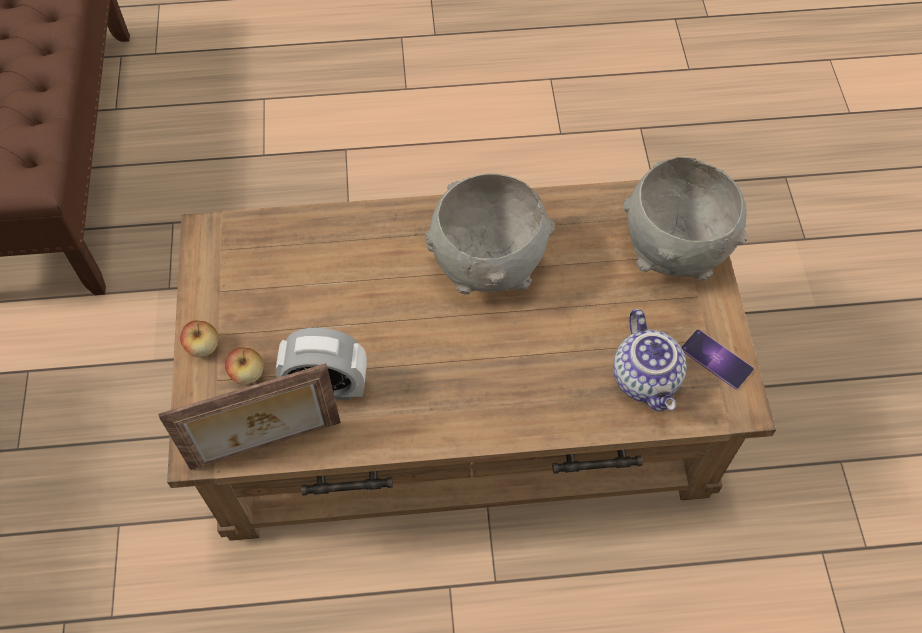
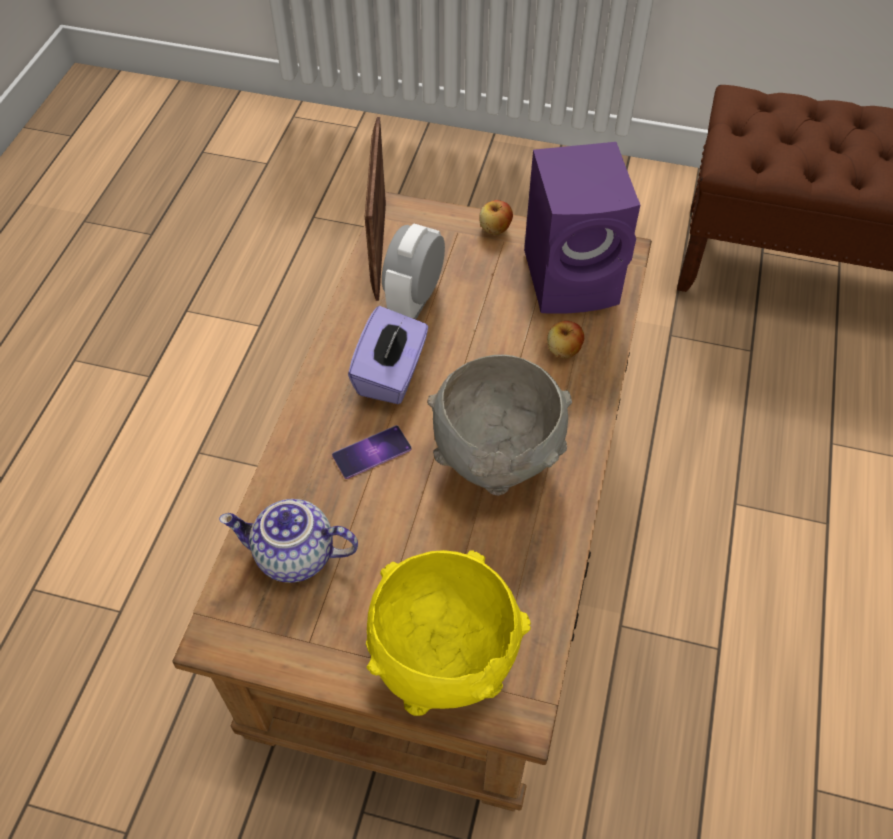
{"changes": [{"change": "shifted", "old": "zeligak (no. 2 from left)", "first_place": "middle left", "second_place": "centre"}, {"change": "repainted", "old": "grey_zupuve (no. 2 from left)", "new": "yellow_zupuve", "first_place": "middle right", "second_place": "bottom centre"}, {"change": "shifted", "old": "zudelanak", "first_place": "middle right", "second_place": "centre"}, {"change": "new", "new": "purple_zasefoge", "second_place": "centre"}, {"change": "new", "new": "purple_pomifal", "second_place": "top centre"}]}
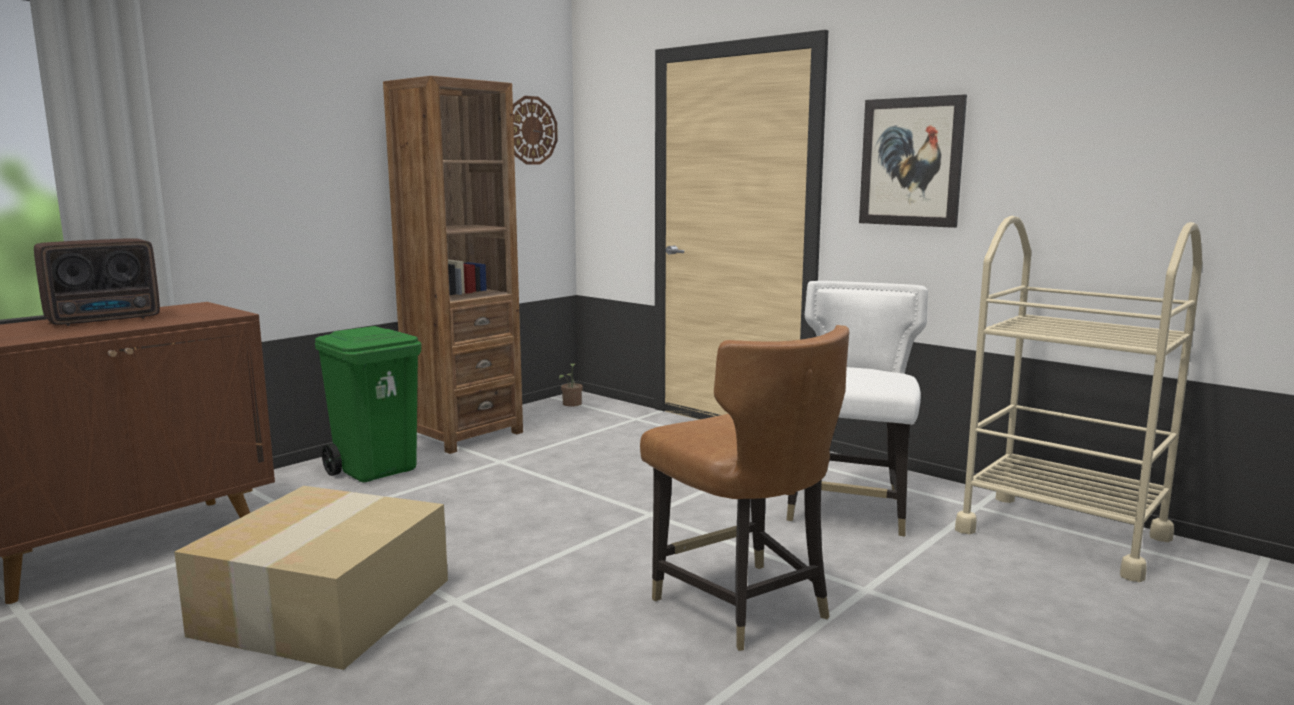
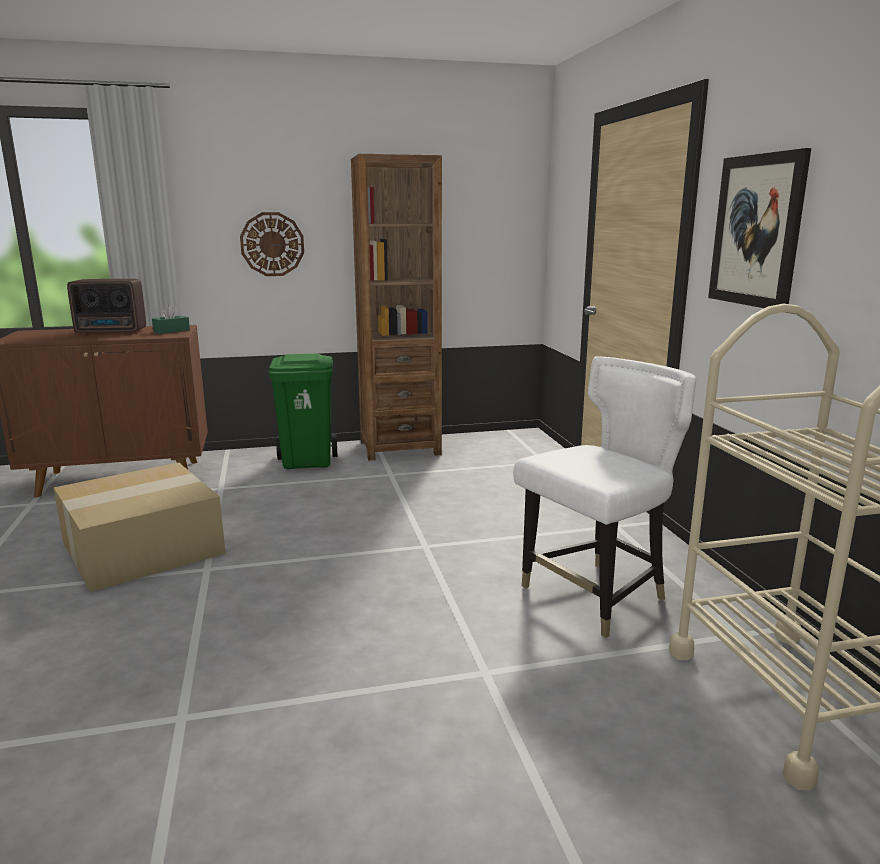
{"changes": [{"change": "shifted", "old": "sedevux", "first_place": "top centre", "second_place": "top left"}, {"change": "gone", "old": "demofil", "first_place": "centre"}, {"change": "gone", "old": "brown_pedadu", "first_place": "bottom centre"}, {"change": "new", "new": "green_zasefoge", "second_place": "middle left"}]}
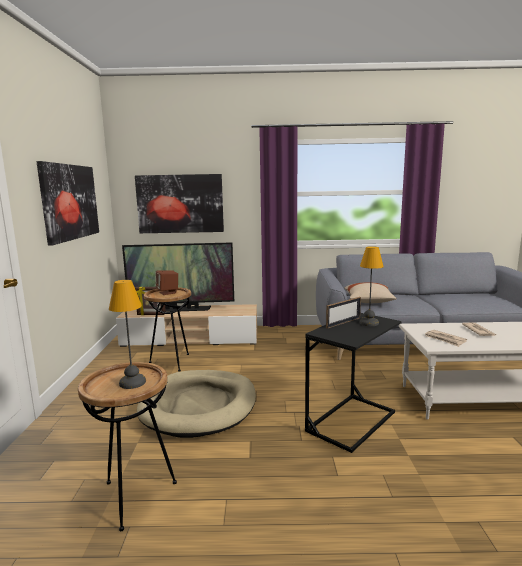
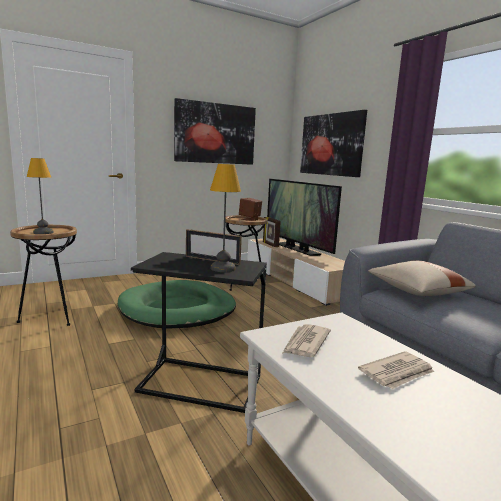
{"changes": [{"change": "repainted", "old": "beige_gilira", "new": "green_gilira", "first_place": "bottom centre", "second_place": "centre"}]}
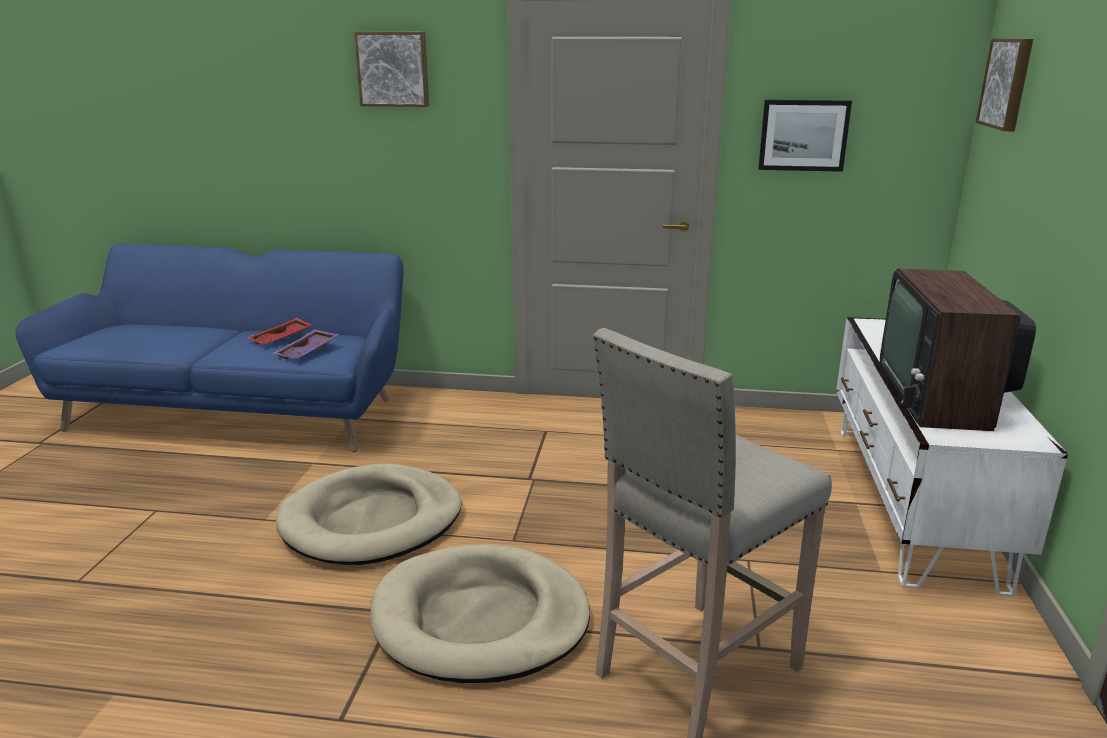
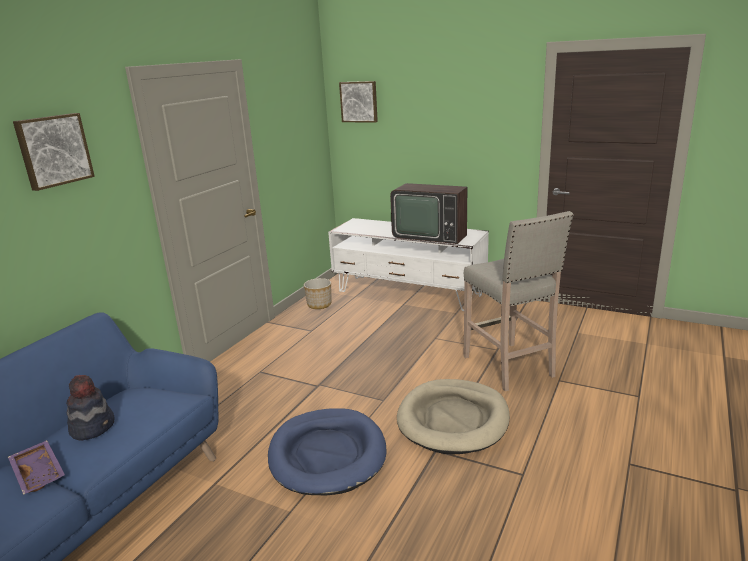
{"changes": [{"change": "swapped", "old": "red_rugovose", "new": "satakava", "first_place": "middle left", "second_place": "bottom left"}, {"change": "shifted", "old": "purple_rugovose", "first_place": "middle left", "second_place": "bottom left"}, {"change": "repainted", "old": "beige_gilira (no. 1 from left)", "new": "blue_gilira", "first_place": "bottom centre", "second_place": "bottom centre"}, {"change": "gone", "old": "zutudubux (no. 2 from left)", "first_place": "top right"}, {"change": "new", "new": "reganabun", "second_place": "centre"}]}
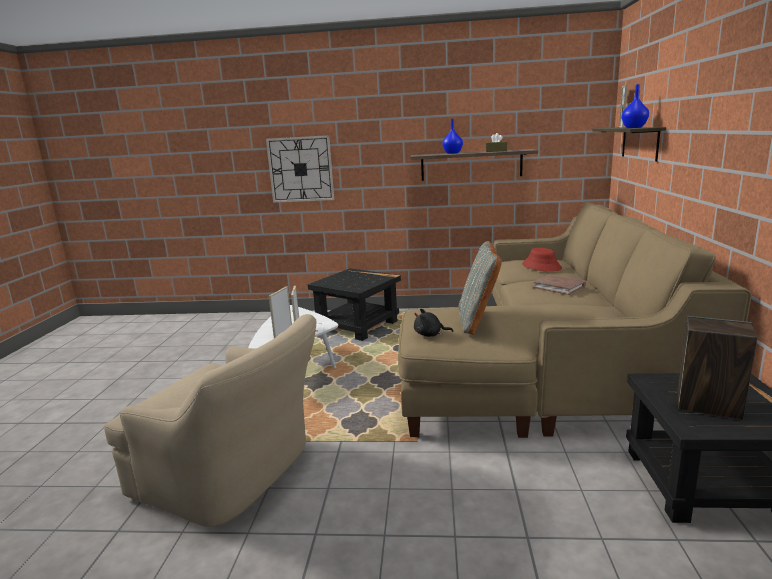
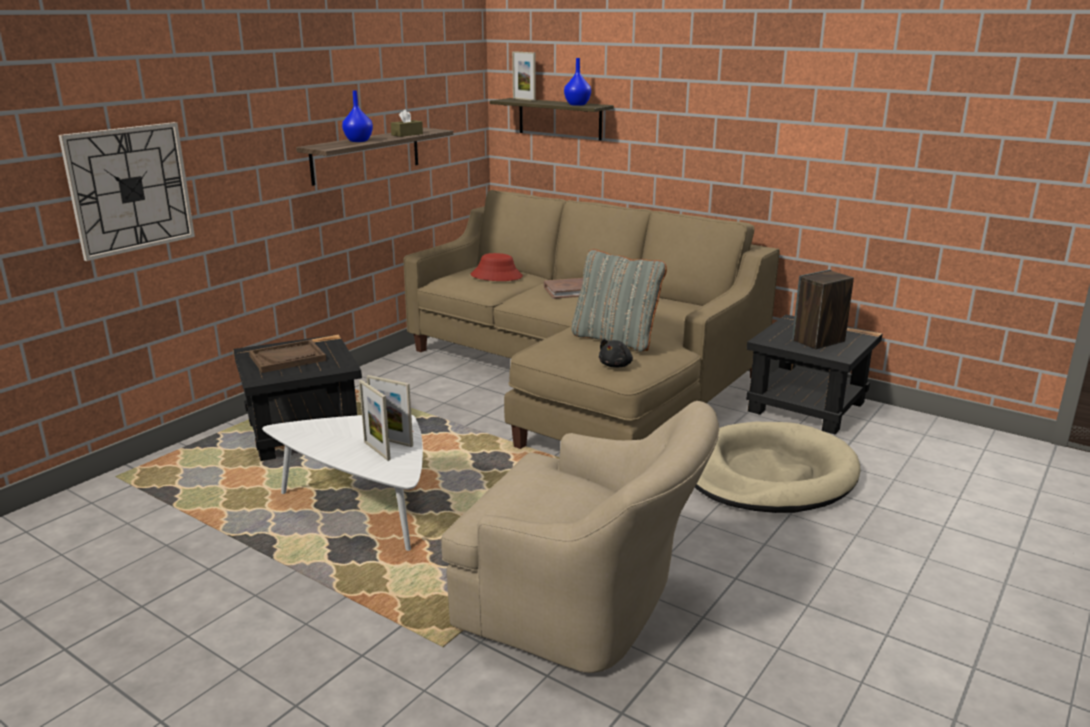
{"changes": [{"change": "rotated", "old": "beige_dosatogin", "first_place": "bottom left", "second_place": "bottom centre", "degrees": 60}, {"change": "new", "new": "brown_rugovose", "second_place": "middle left"}, {"change": "new", "new": "beige_gilira", "second_place": "middle right"}]}
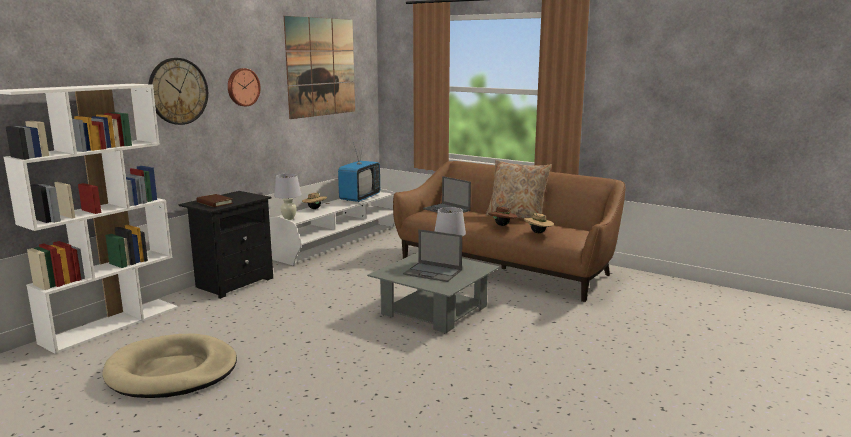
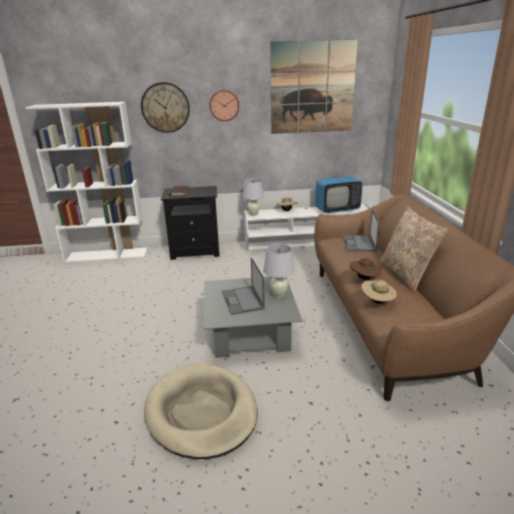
{"changes": [{"change": "shifted", "old": "beige_gilira", "first_place": "bottom left", "second_place": "bottom centre"}]}
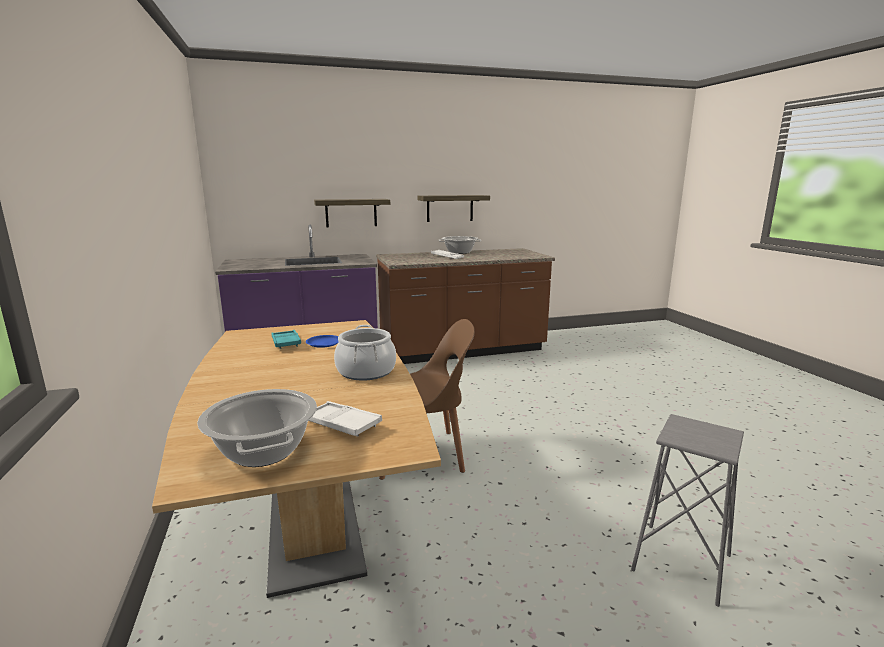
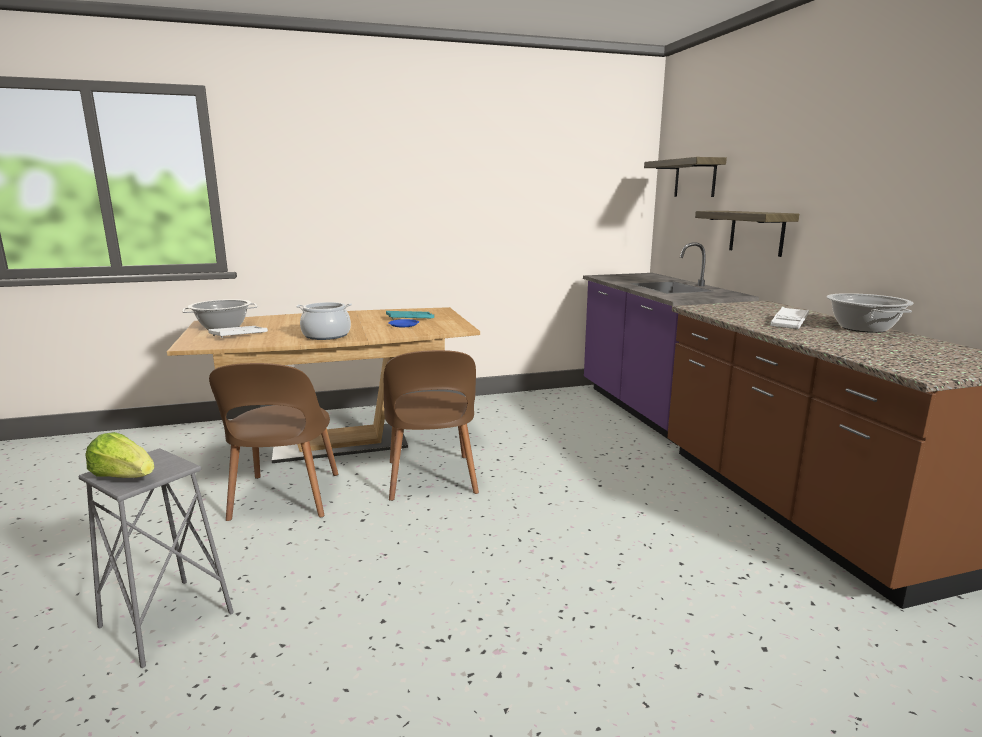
{"changes": [{"change": "shifted", "old": "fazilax (no. 2 from left in the first image)", "new": "fazilax (no. 1 from left)", "first_place": "top centre", "second_place": "top right"}, {"change": "new", "new": "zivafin", "second_place": "middle left"}, {"change": "new", "new": "brown_pedadu (no. 1 from left)", "second_place": "middle left"}]}
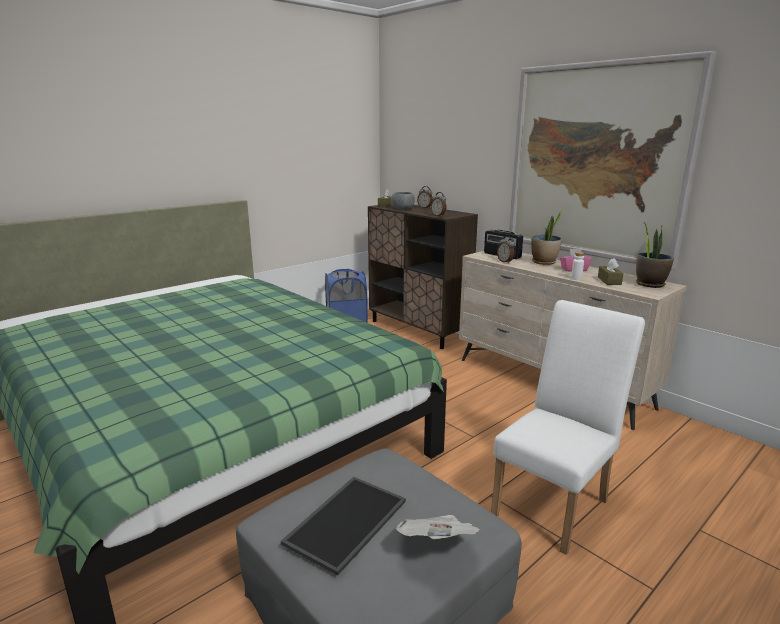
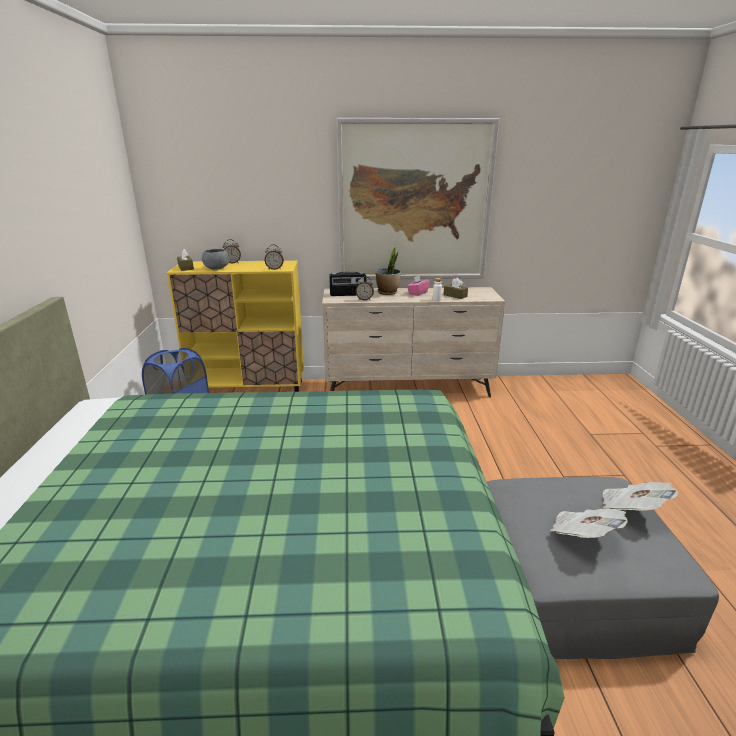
{"changes": [{"change": "swapped", "old": "rugovose", "new": "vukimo (no. 1 from left)", "first_place": "bottom centre", "second_place": "bottom right"}, {"change": "repainted", "old": "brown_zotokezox", "new": "yellow_zotokezox", "first_place": "centre", "second_place": "middle left"}, {"change": "gone", "old": "white_pedadu", "first_place": "bottom right"}, {"change": "gone", "old": "demofil (no. 2 from left)", "first_place": "middle right"}]}
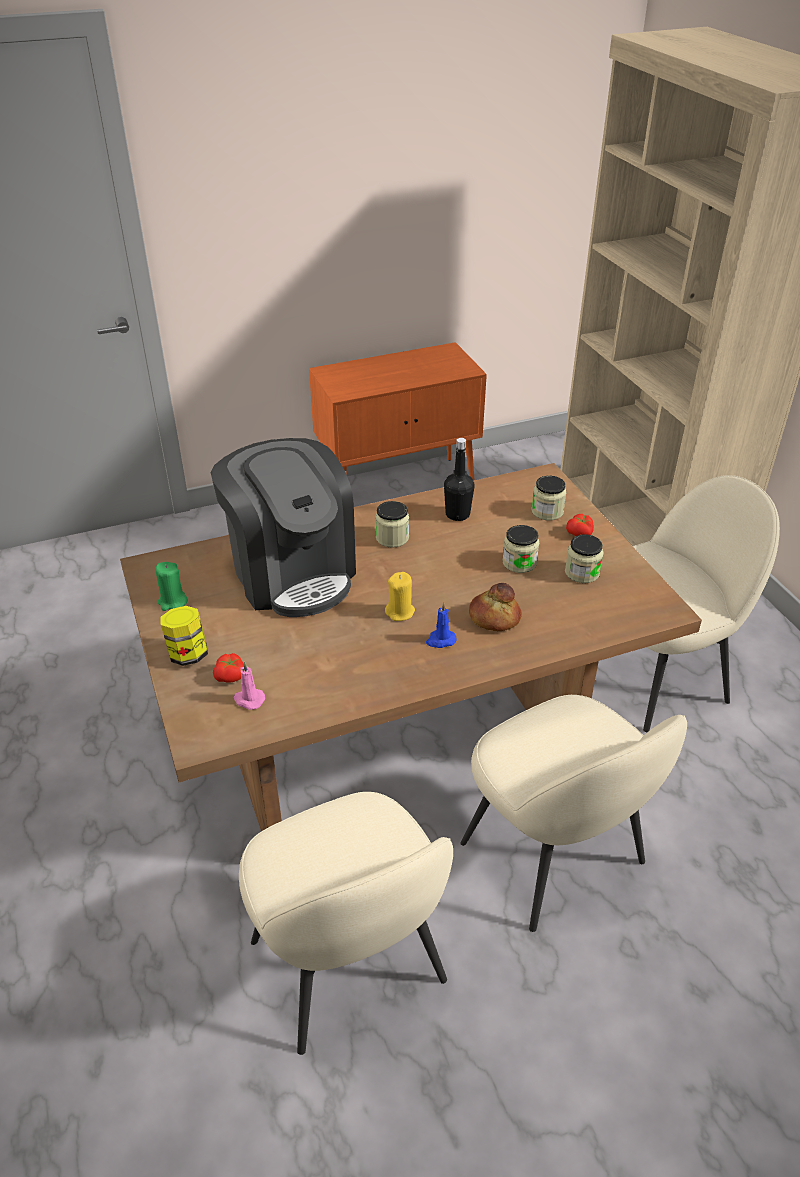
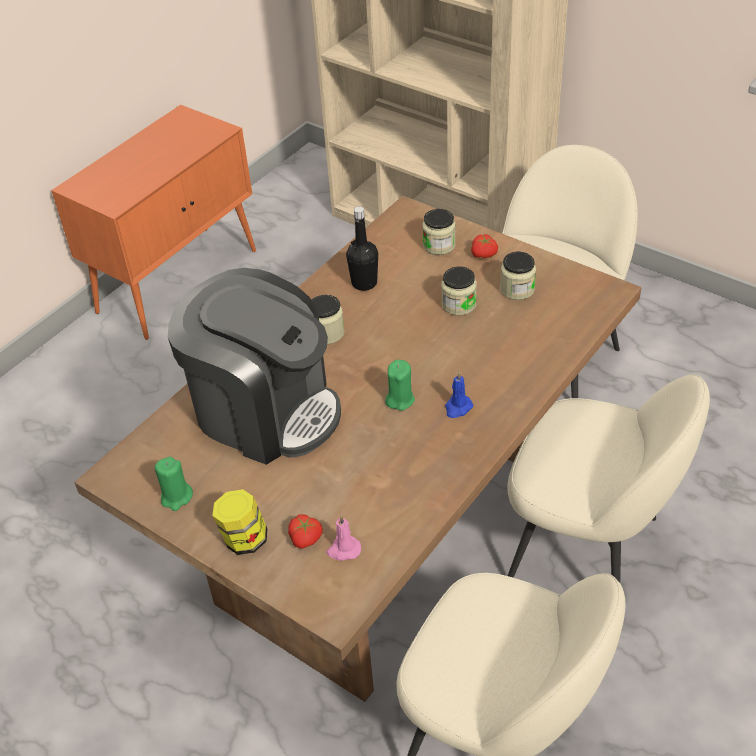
{"changes": [{"change": "repainted", "old": "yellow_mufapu", "new": "green_mufapu (no. 2 from left)", "first_place": "centre", "second_place": "centre"}, {"change": "gone", "old": "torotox", "first_place": "centre"}]}
